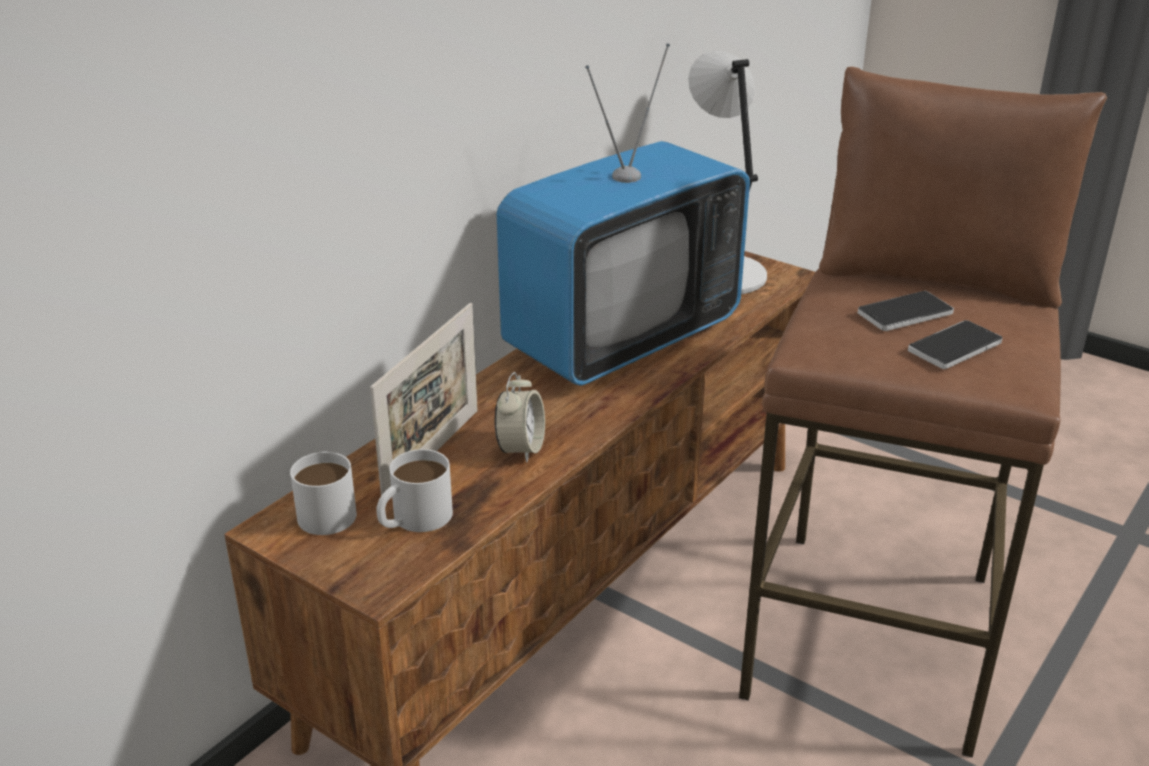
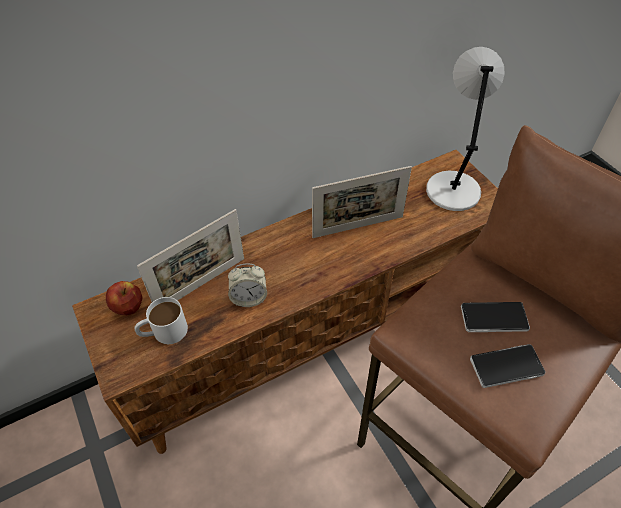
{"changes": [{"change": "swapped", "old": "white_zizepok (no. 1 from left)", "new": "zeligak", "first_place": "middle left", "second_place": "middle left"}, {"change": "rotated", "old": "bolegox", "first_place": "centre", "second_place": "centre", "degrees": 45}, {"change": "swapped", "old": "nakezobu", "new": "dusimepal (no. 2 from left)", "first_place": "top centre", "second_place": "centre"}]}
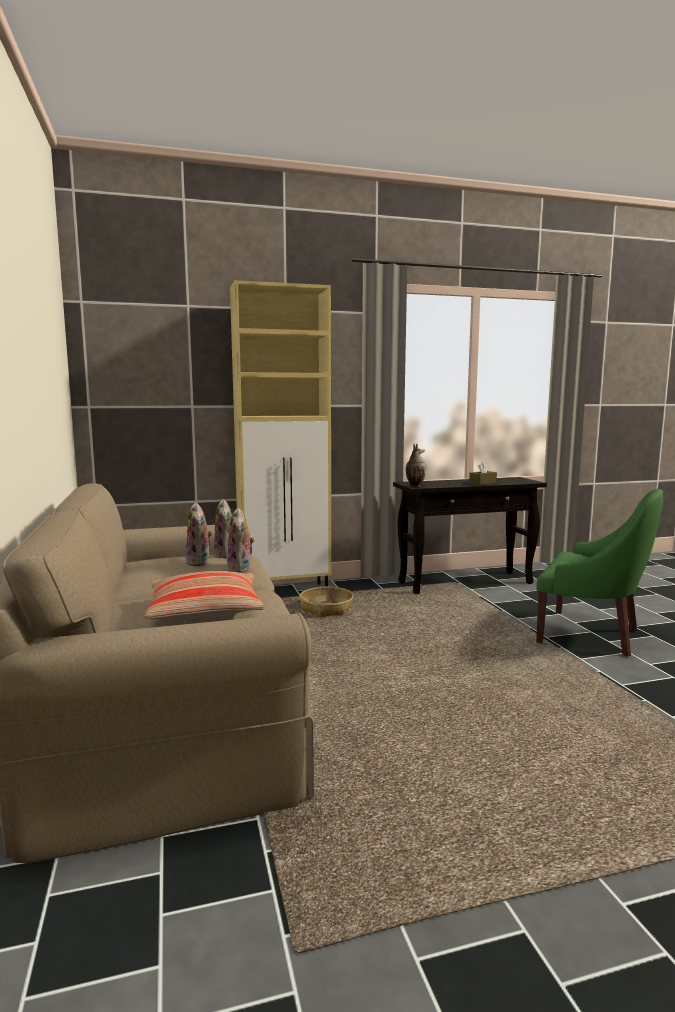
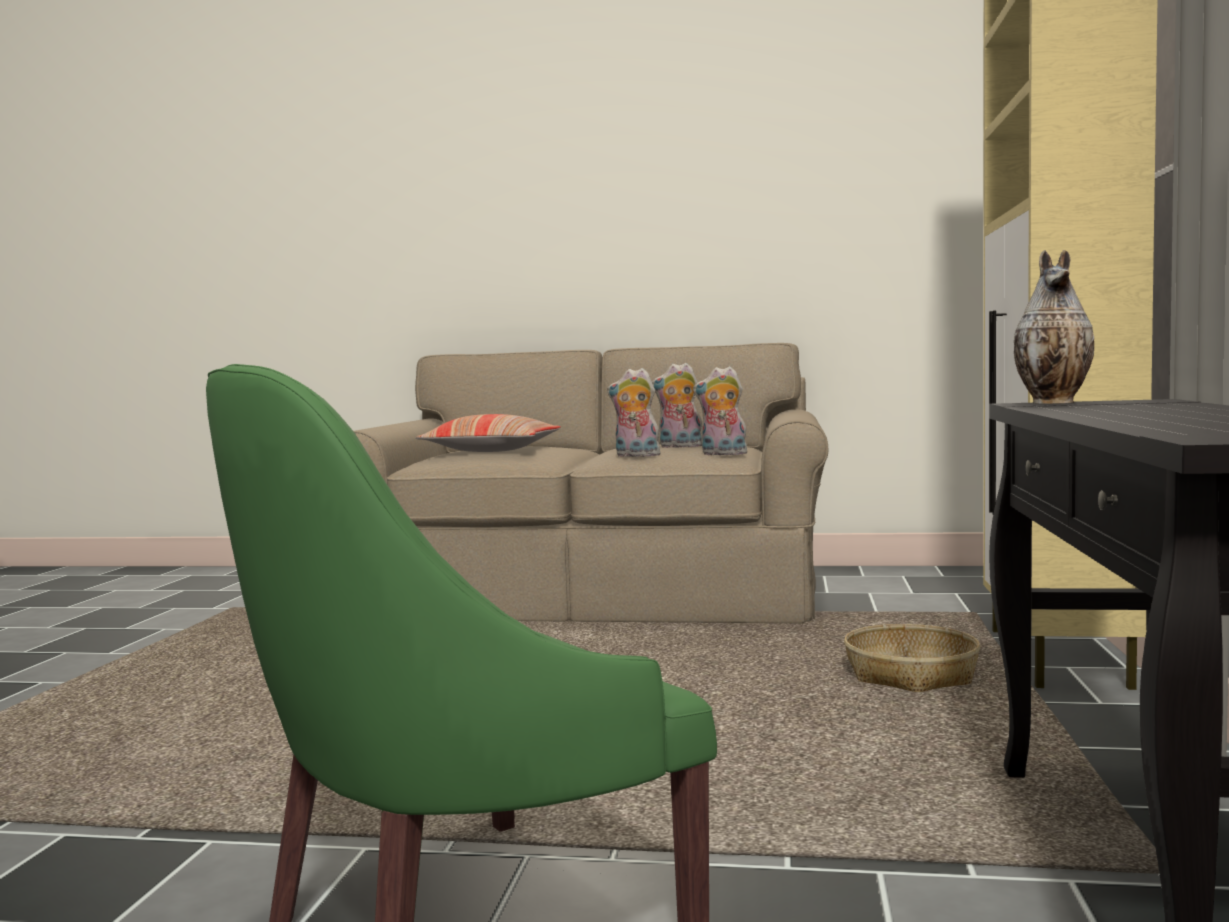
{"changes": [{"change": "gone", "old": "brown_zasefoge", "first_place": "middle right"}]}
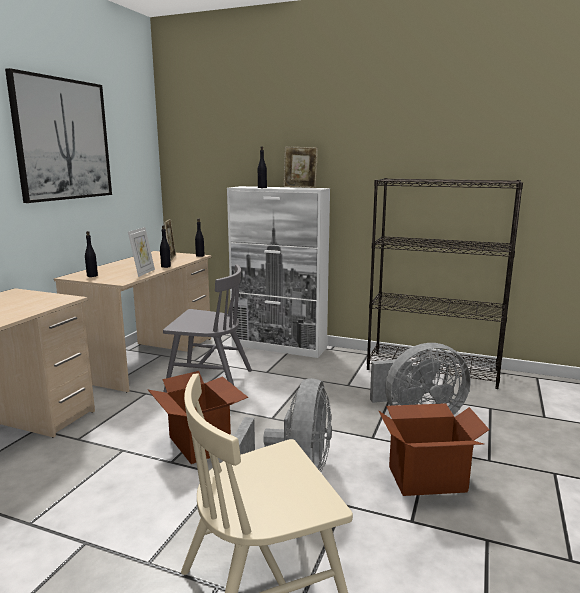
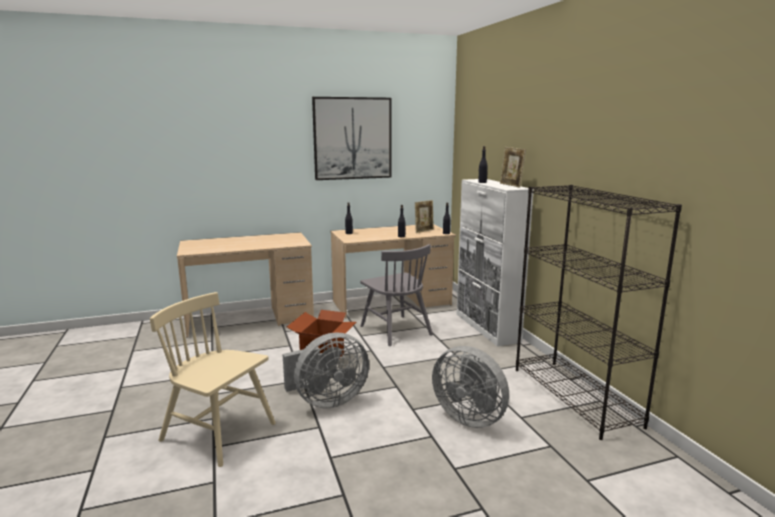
{"changes": [{"change": "gone", "old": "dusimepal (no. 1 from left)", "first_place": "middle left"}, {"change": "gone", "old": "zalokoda (no. 2 from left)", "first_place": "bottom right"}]}
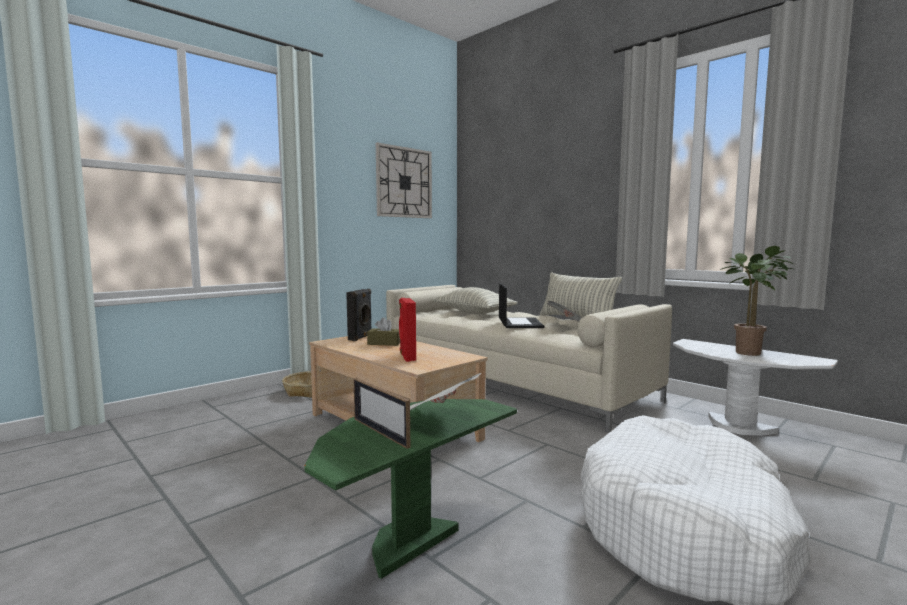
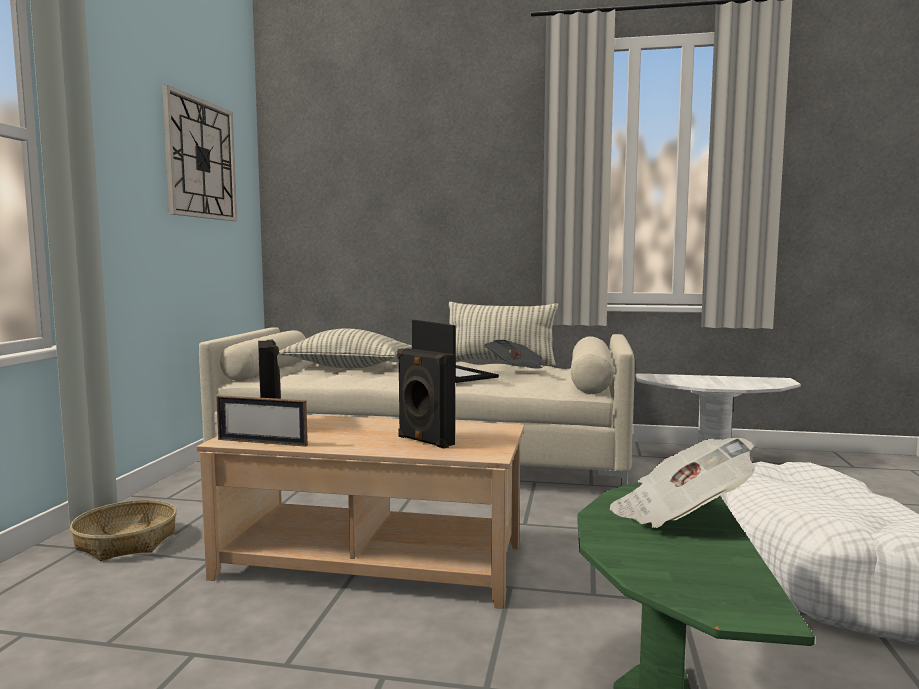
{"changes": [{"change": "shifted", "old": "dusimepal", "first_place": "bottom centre", "second_place": "middle left"}, {"change": "gone", "old": "brown_zasefoge", "first_place": "centre"}, {"change": "repainted", "old": "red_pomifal", "new": "black_pomifal (no. 2 from left)", "first_place": "centre", "second_place": "centre"}, {"change": "gone", "old": "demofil", "first_place": "middle right"}]}
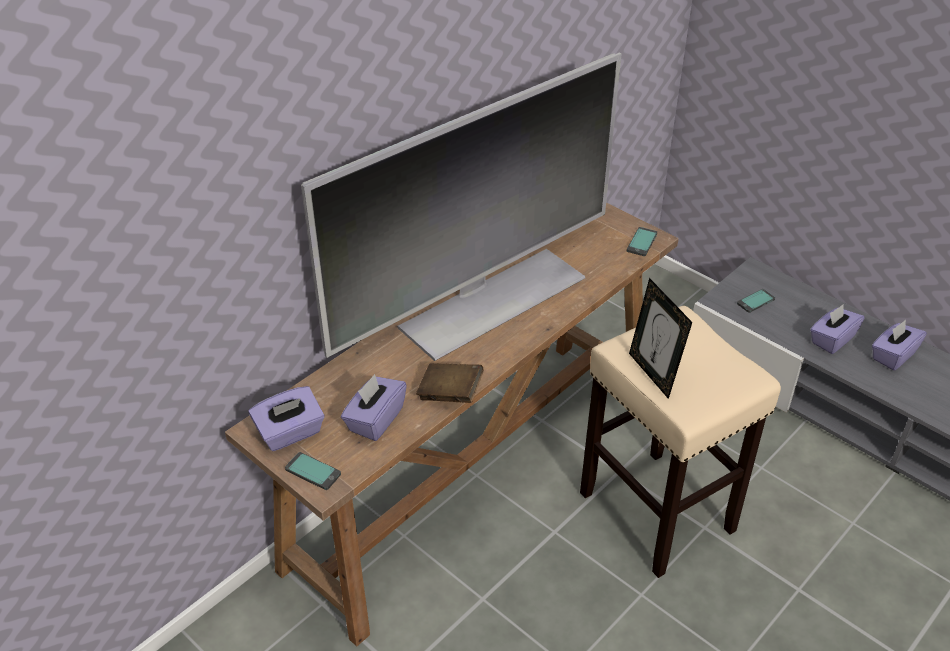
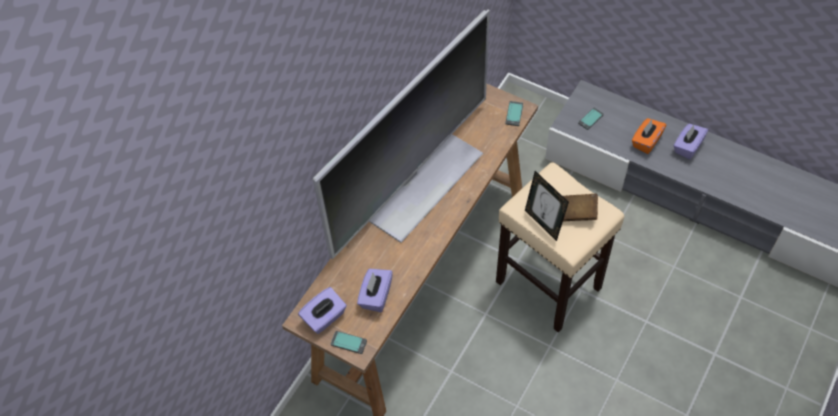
{"changes": [{"change": "shifted", "old": "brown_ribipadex", "first_place": "centre", "second_place": "middle right"}, {"change": "repainted", "old": "purple_zasefoge (no. 3 from left)", "new": "orange_zasefoge", "first_place": "middle right", "second_place": "top right"}]}
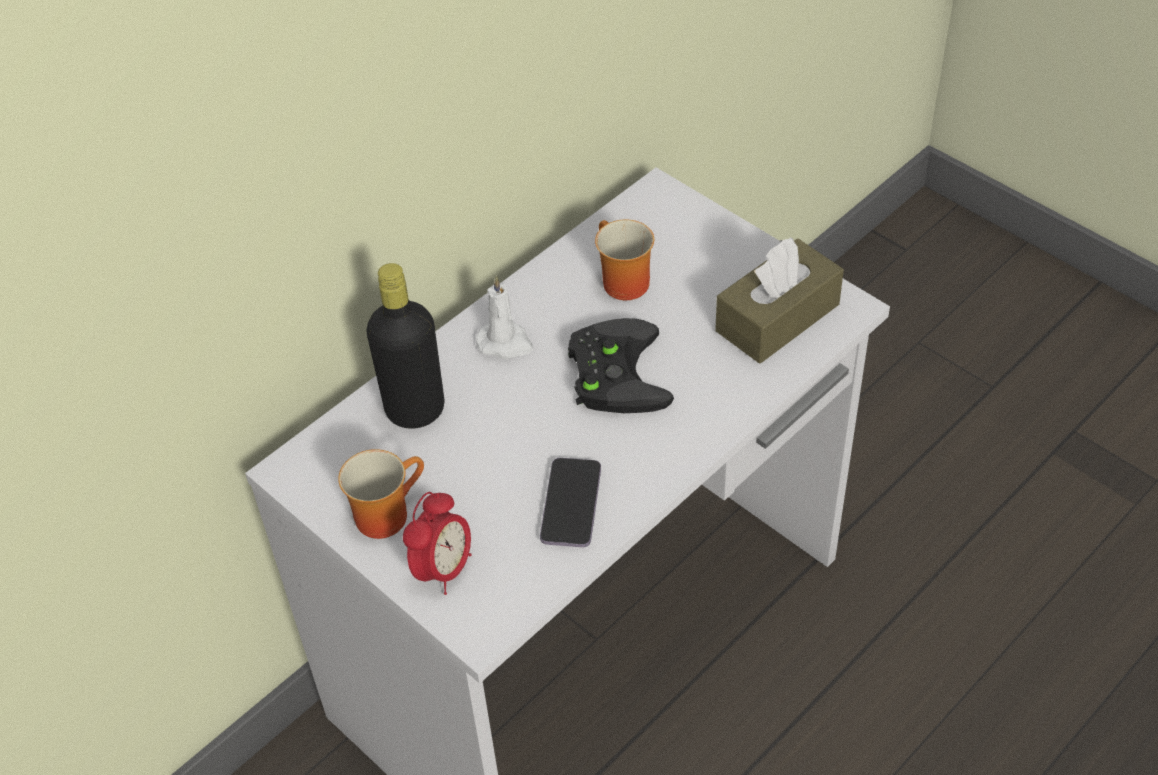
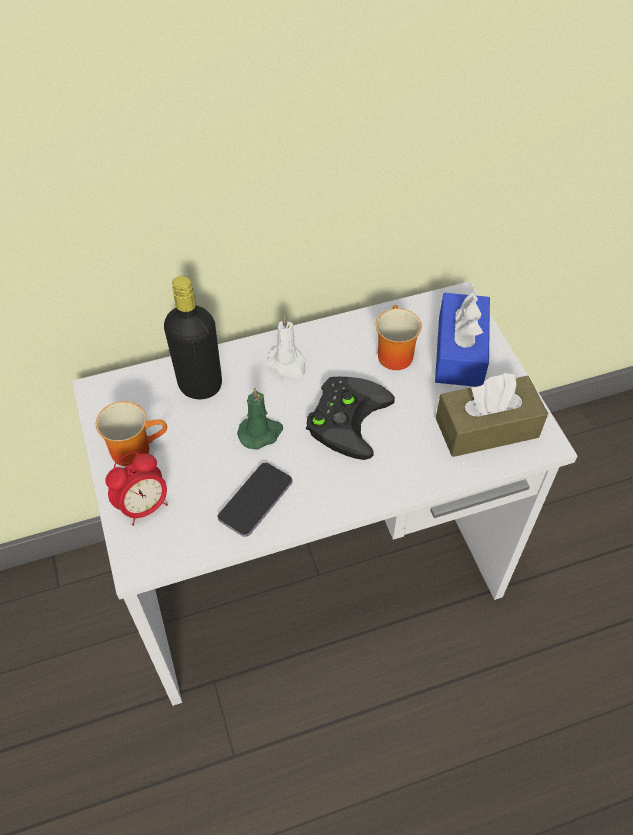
{"changes": [{"change": "new", "new": "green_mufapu", "second_place": "centre"}, {"change": "new", "new": "blue_zasefoge", "second_place": "middle right"}]}
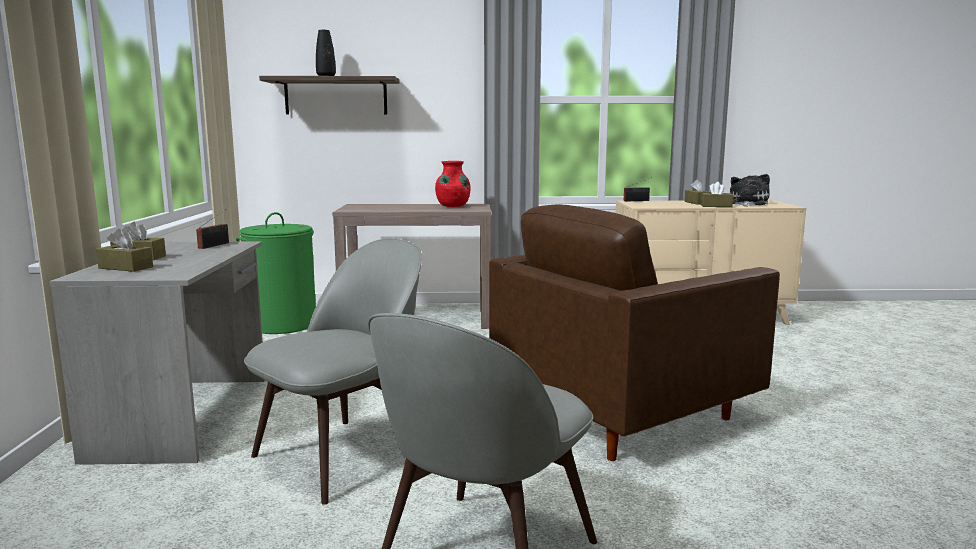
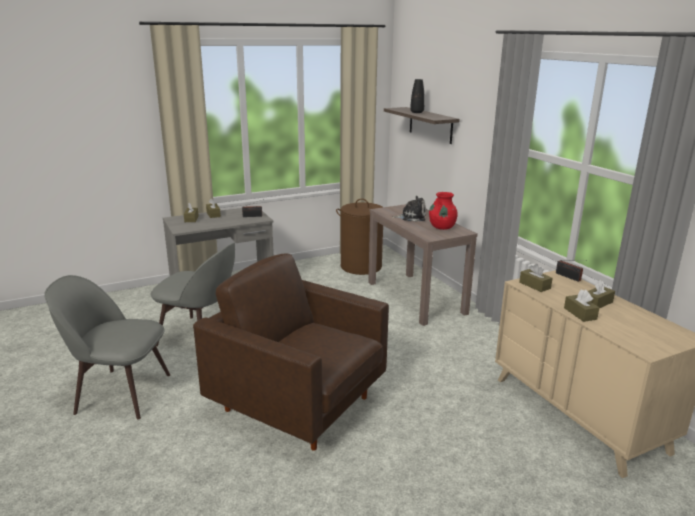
{"changes": [{"change": "repainted", "old": "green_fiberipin", "new": "brown_fiberipin", "first_place": "middle left", "second_place": "centre"}, {"change": "shifted", "old": "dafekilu", "first_place": "middle right", "second_place": "centre"}, {"change": "new", "new": "brown_zasefoge (no. 3 from left)", "second_place": "middle right"}]}
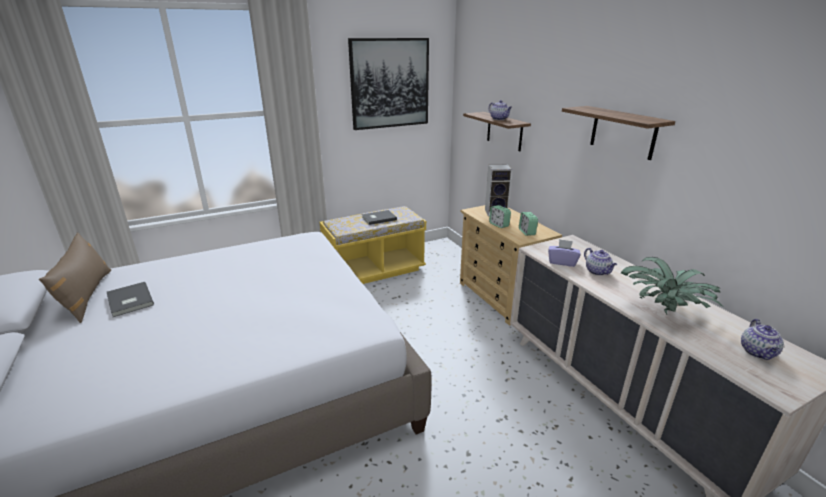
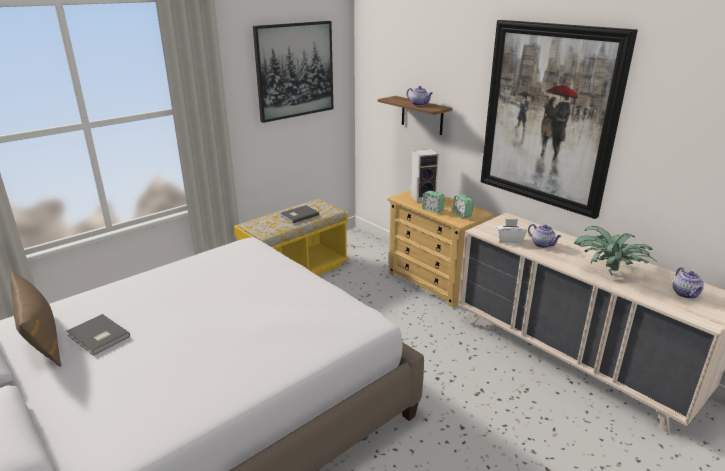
{"changes": [{"change": "repainted", "old": "purple_zasefoge", "new": "white_zasefoge", "first_place": "middle right", "second_place": "middle right"}, {"change": "swapped", "old": "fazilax (no. 2 from left)", "new": "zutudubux (no. 2 from left)", "first_place": "top right", "second_place": "top right"}]}
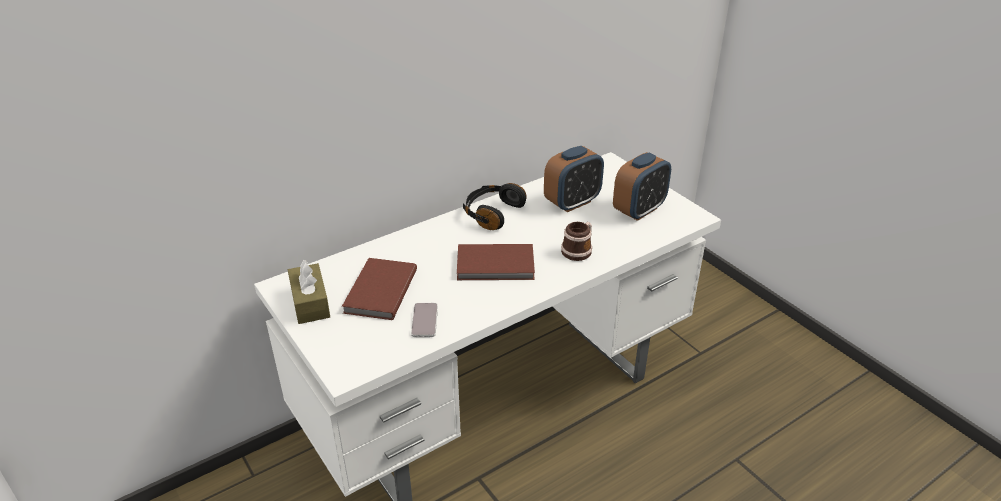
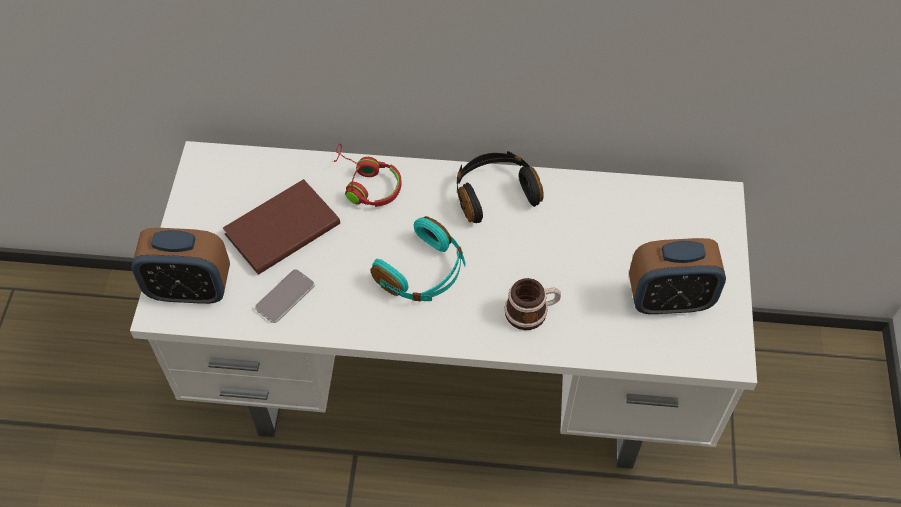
{"changes": [{"change": "gone", "old": "brown_zasefoge", "first_place": "middle left"}, {"change": "swapped", "old": "brown_ribipadex (no. 2 from left)", "new": "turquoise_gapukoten", "first_place": "centre", "second_place": "centre"}, {"change": "shifted", "old": "bolegox (no. 1 from left)", "first_place": "centre", "second_place": "middle left"}, {"change": "new", "new": "red_gapukoten", "second_place": "centre"}]}
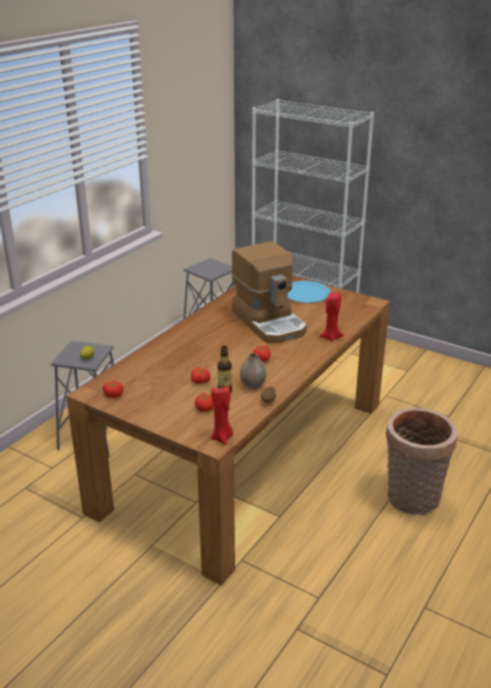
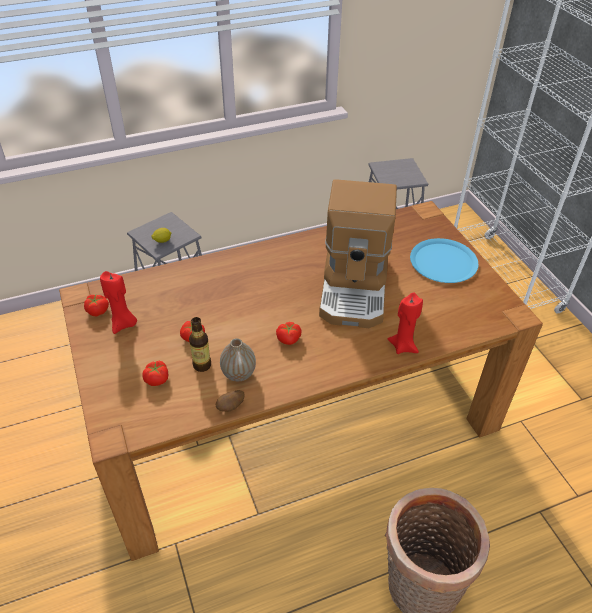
{"changes": [{"change": "shifted", "old": "red_mufapu (no. 1 from left)", "first_place": "centre", "second_place": "middle left"}]}
